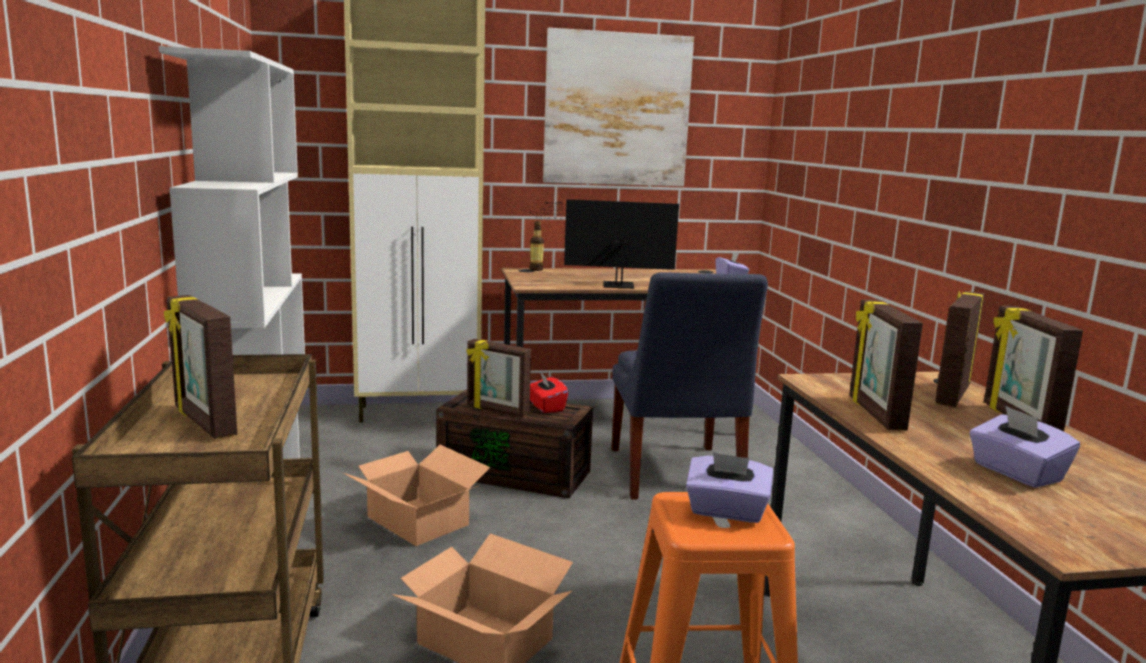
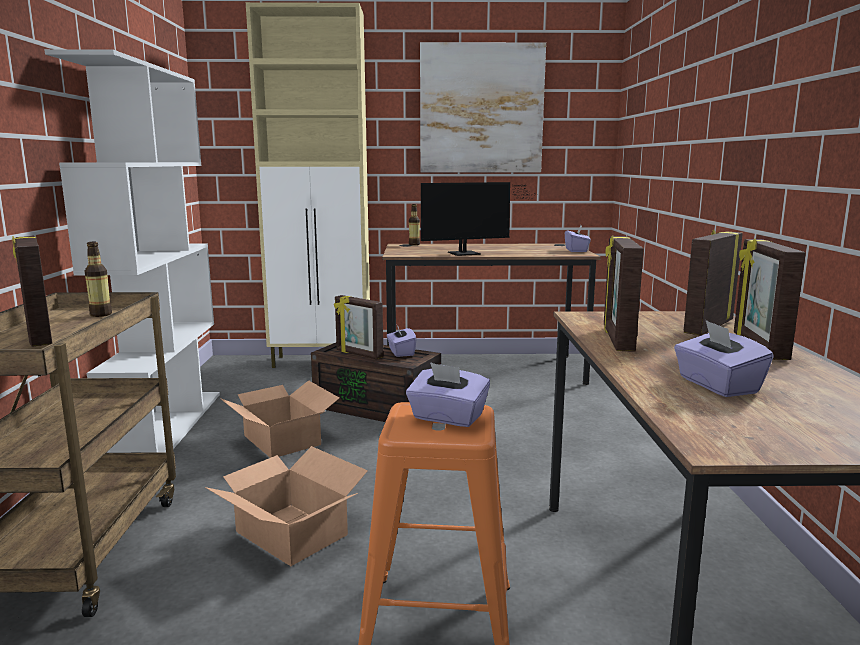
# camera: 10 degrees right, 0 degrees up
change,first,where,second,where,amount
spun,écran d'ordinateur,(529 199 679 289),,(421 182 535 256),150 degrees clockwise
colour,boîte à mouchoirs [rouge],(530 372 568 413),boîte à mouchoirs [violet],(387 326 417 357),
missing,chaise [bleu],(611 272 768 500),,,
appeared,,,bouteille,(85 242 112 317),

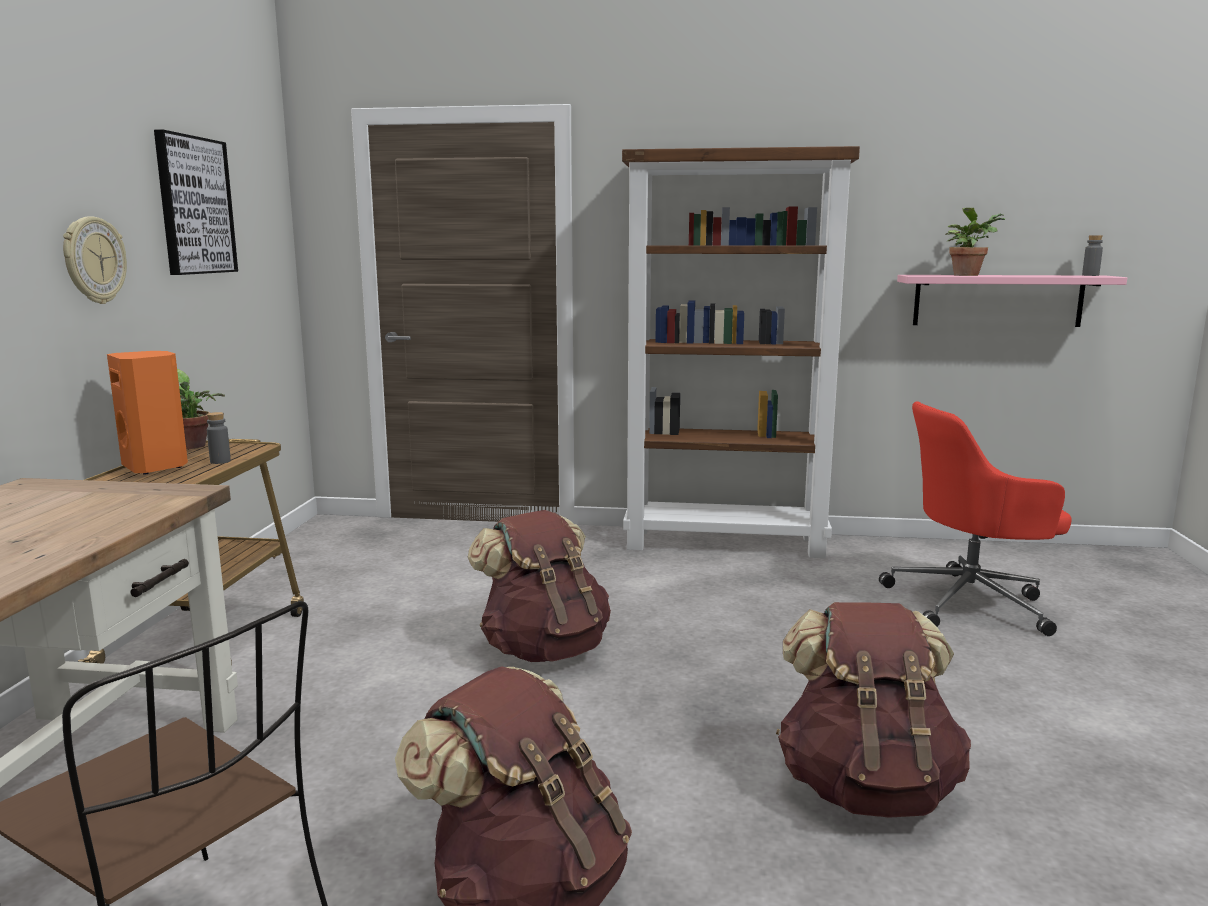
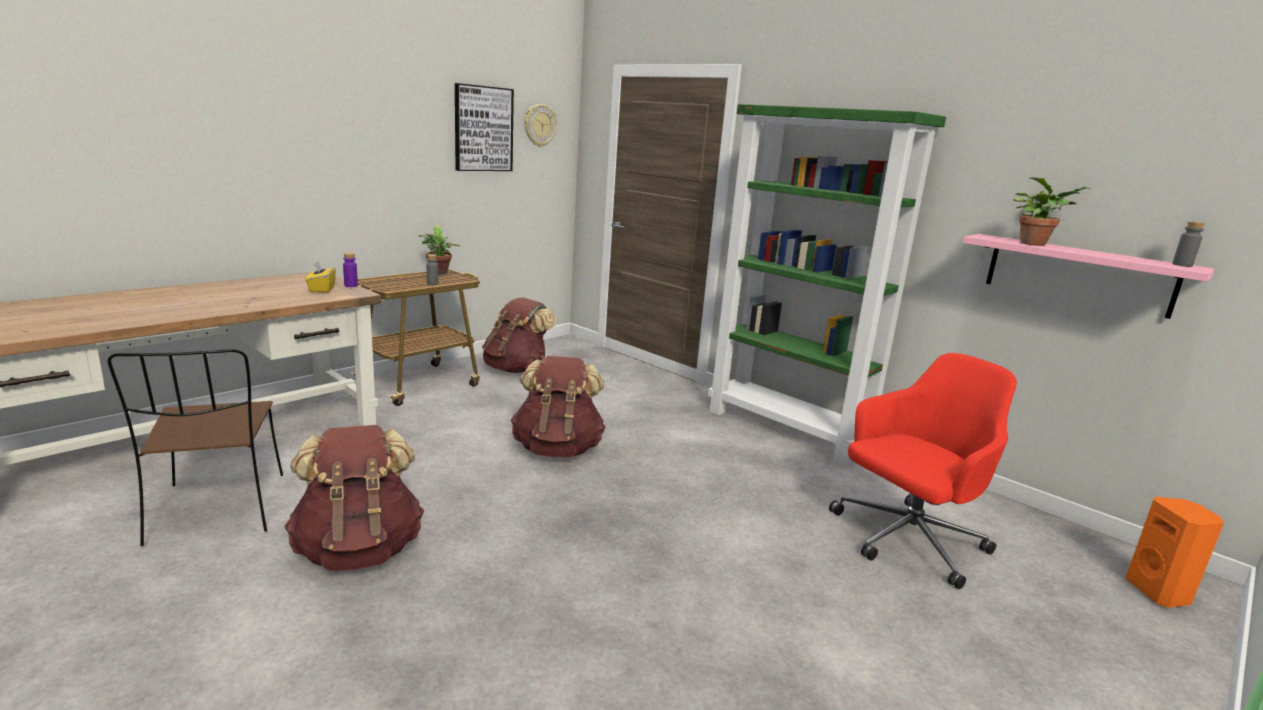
# camera: 35 degrees right, 5 degrees up
change,first,where,second,where,amount
relocated,horloge murale,(63 217 127 304),,(524 104 557 147),
relocated,enceinte [orange],(107 351 188 475),,(1126 497 1224 608),
colour,bibliothèque [marron],(622 146 860 558),bibliothèque [vert],(708 104 946 466),
relocated,sac à dos [marron],(776 602 971 818),,(482 297 557 373),
spun,chaise de bureau [rouge],(879 401 1072 636),,(829 353 1017 589),120 degrees clockwise
appeared,,,boîte à mouchoirs [jaune],(305 261 336 293),
appeared,,,bouteille [violet],(343 253 358 287),

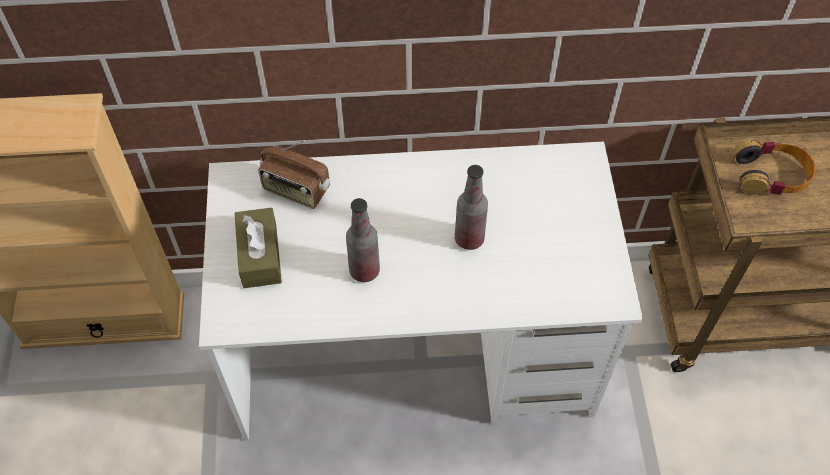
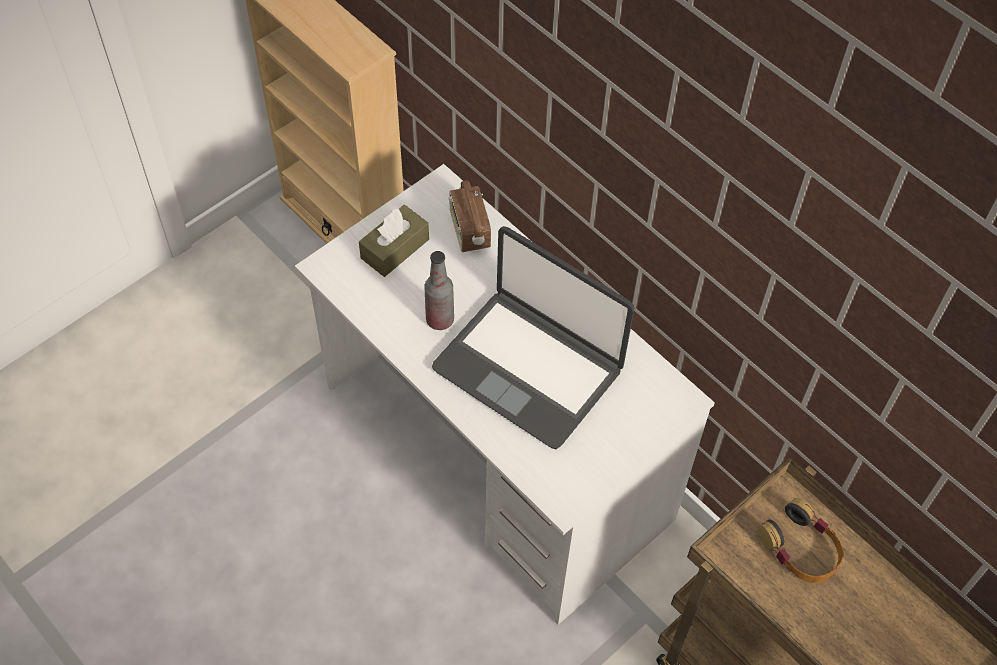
# camera: 50 degrees right, 0 degrees up
change,first,where,second,where,amount
exchanged,bouteille,(455 165 488 250),ordinateur portable,(432 226 635 449),

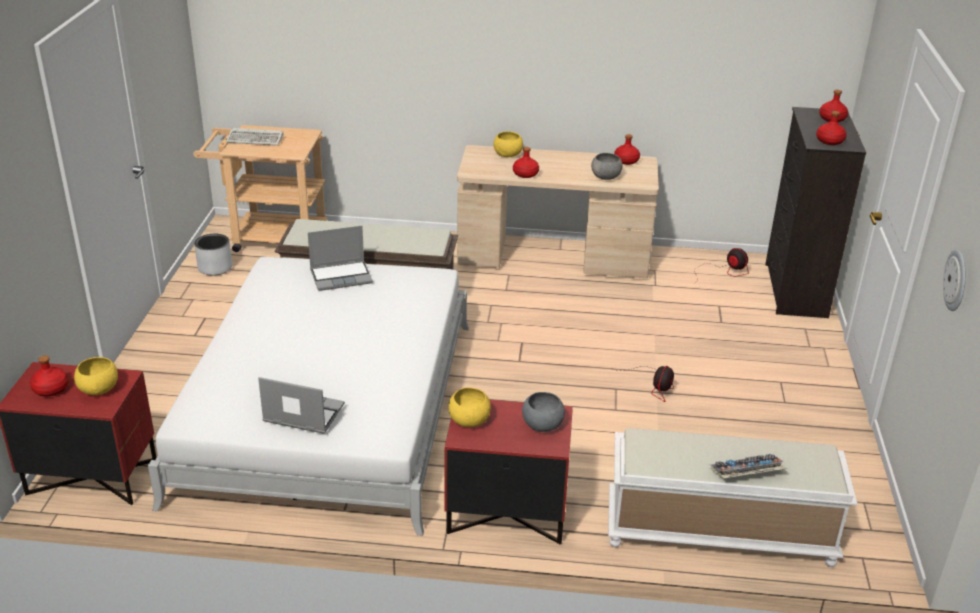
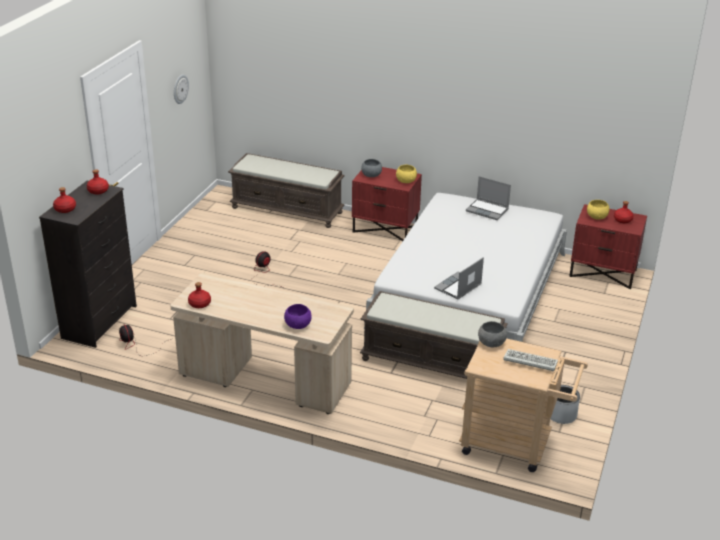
# camera: 165 degrees left, 0 degrees up
change,first,where,second,where,amount
spun,ordinateur portable,(308 226 373 291),,(434 257 484 300),45 degrees counterclockwise
colour,bol [jaune],(493 131 523 157),bol [violet],(284 304 312 329),
missing,bouteille [rouge],(513 147 539 178),,,
relocated,bol [gris],(591 153 623 180),,(478 321 507 348),
colour,banc [blanc],(608 428 858 567),banc [marron],(228 153 345 228),
missing,clavier,(710 454 788 478),,,

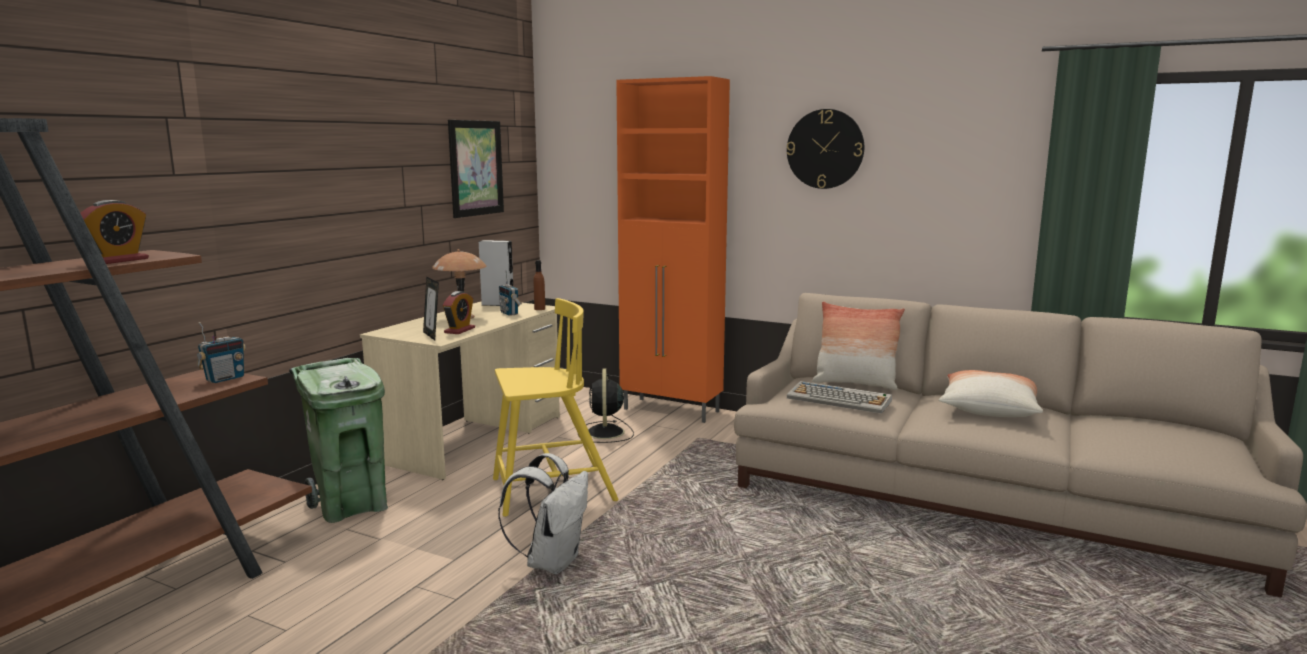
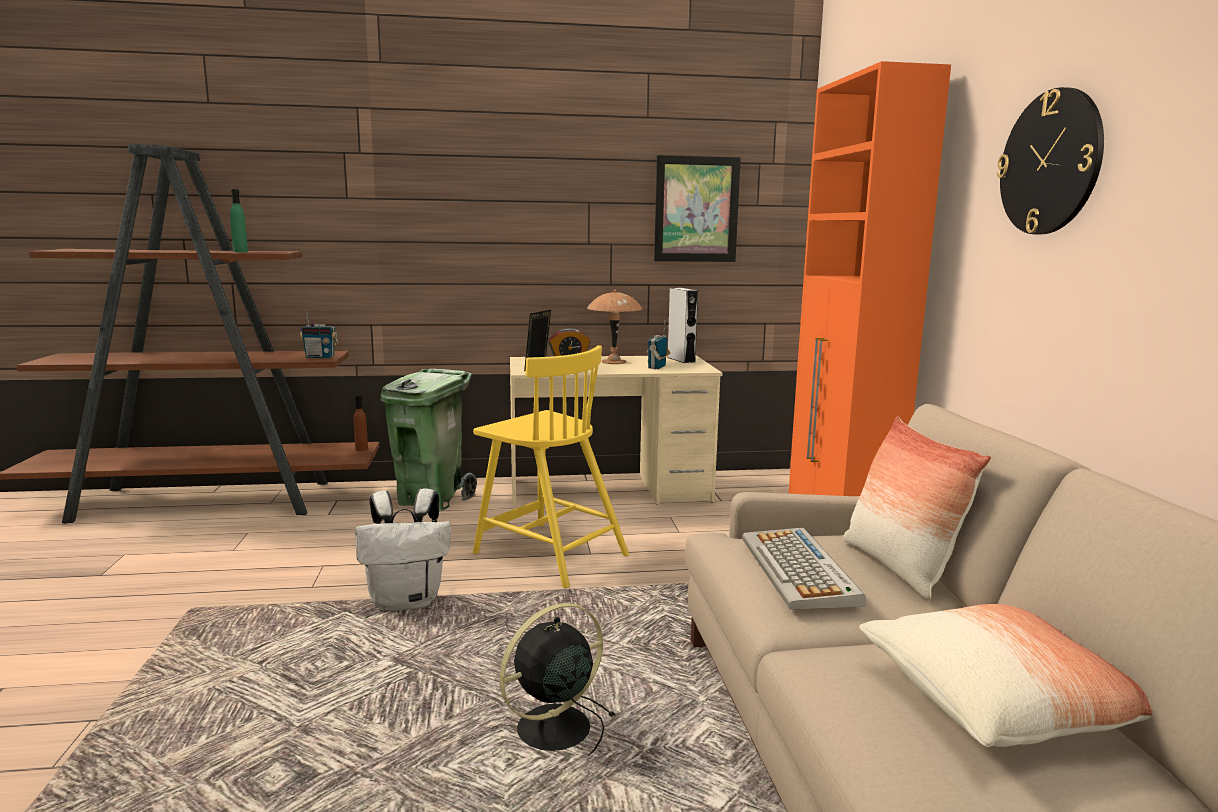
# camera: 55 degrees right, 0 degrees up
change,first,where,second,where,amount
exchanged,réveil,(80 200 149 264),bouteille [vert],(230 189 248 252),
relocated,bouteille [marron],(534 260 545 310),,(354 396 368 451),
relocated,ventilateur [noir],(578 369 634 443),,(499 603 616 756),

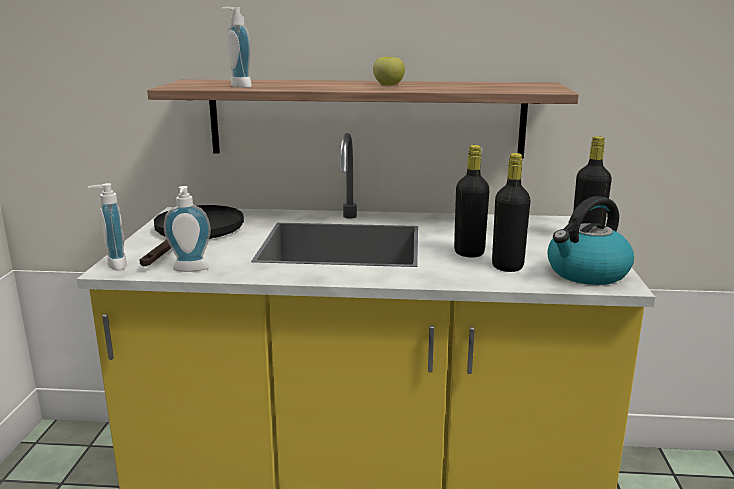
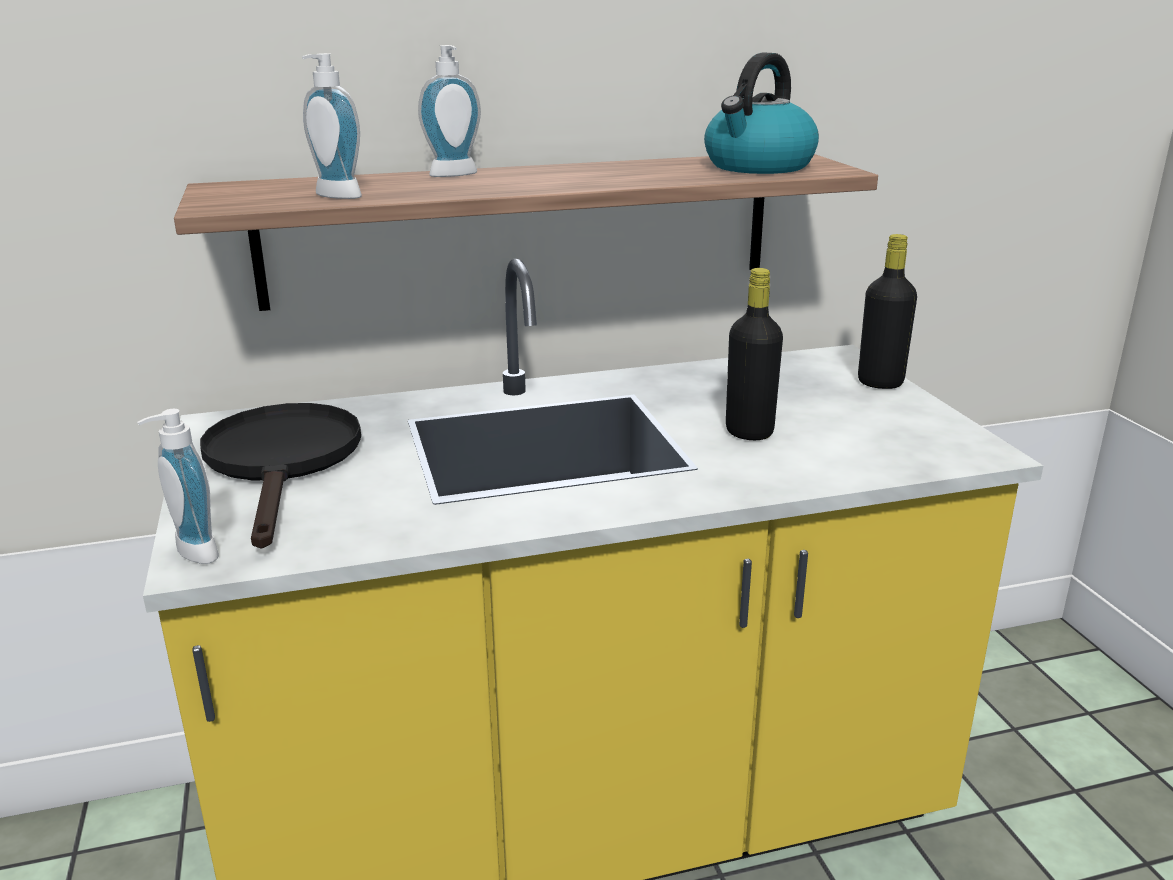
# camera: 20 degrees left, 5 degrees up
change,first,where,second,where,amount
relocated,distributeur de savon,(164 186 211 272),,(418 45 481 177),
missing,pomme,(373 57 405 85),,,
missing,bouteille [noir],(492 153 531 272),,,
relocated,bouilloire,(547 196 634 285),,(704 52 819 174),

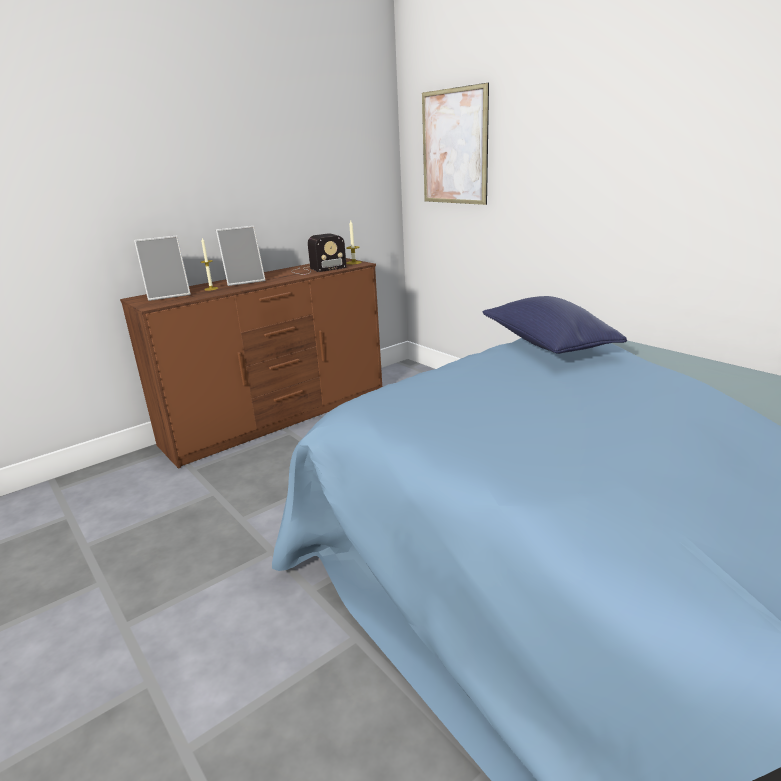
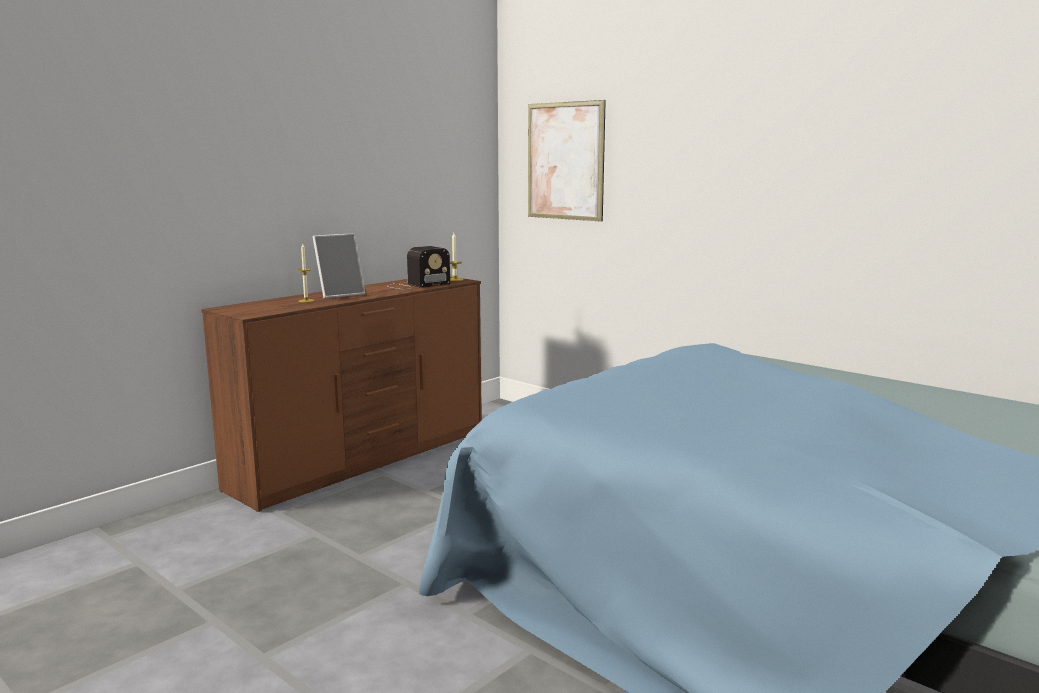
# camera: 10 degrees left, 10 degrees down
change,first,where,second,where,amount
missing,cadre photo,(134 235 191 301),,,
missing,coussin [bleu],(483 296 627 354),,,

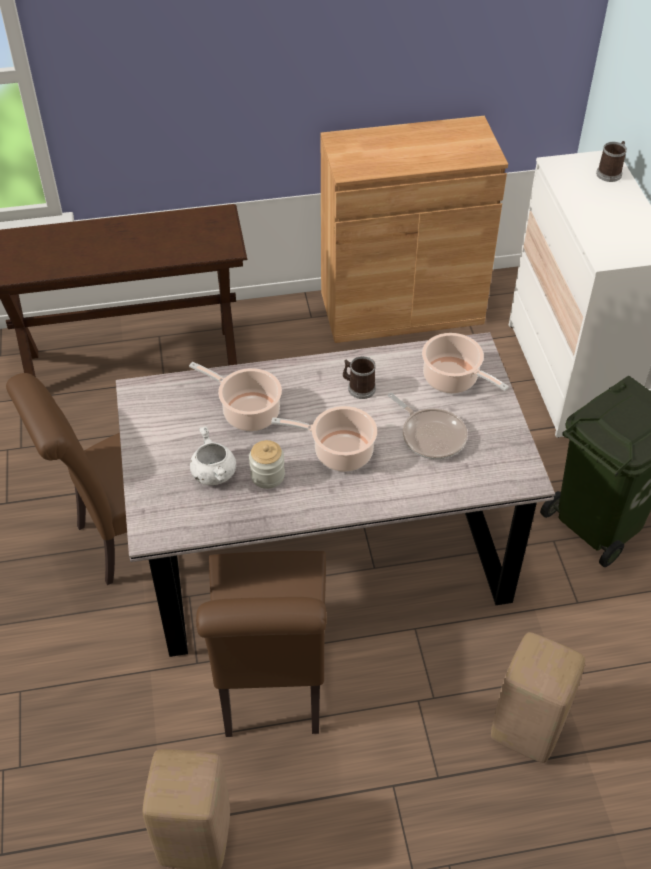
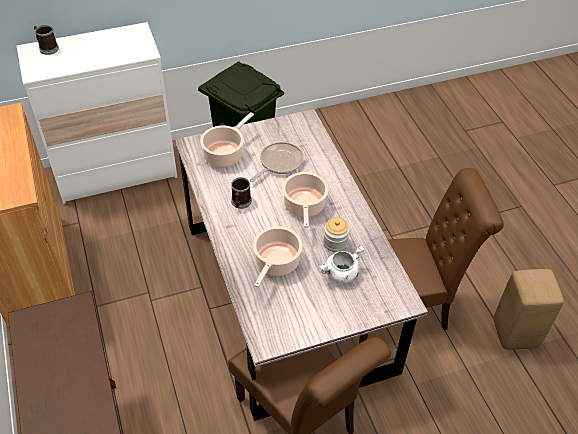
# camera: 100 degrees left, 0 degrees up
change,first,where,second,where,amount
missing,tabouret [beige],(491 632 585 763),,,

